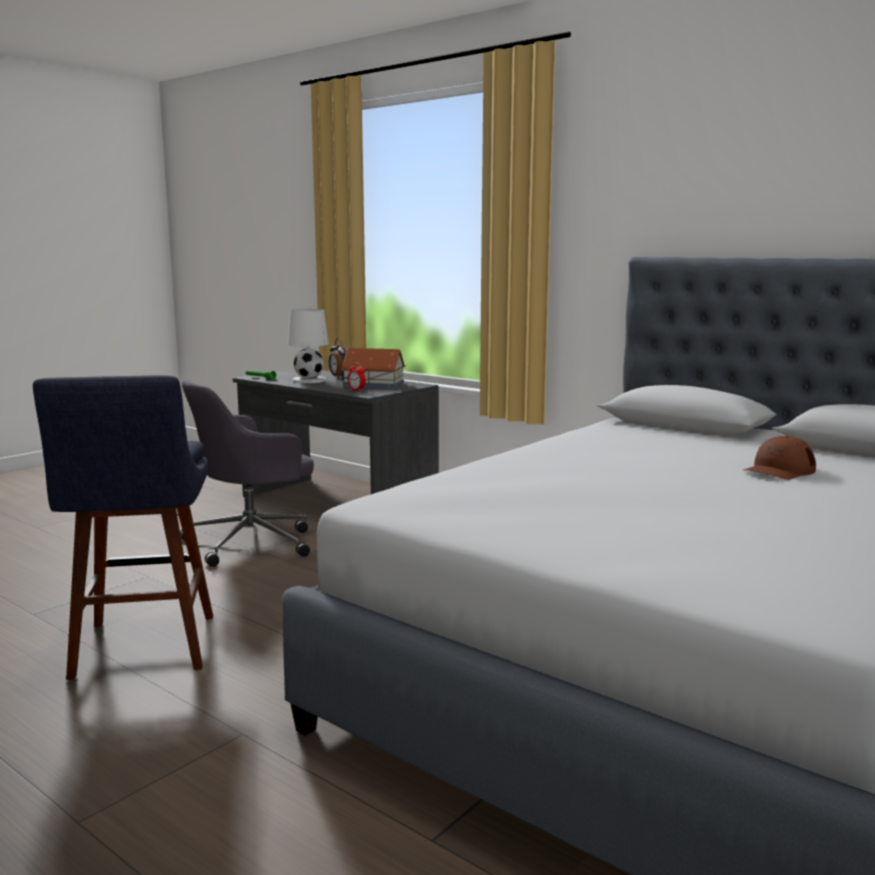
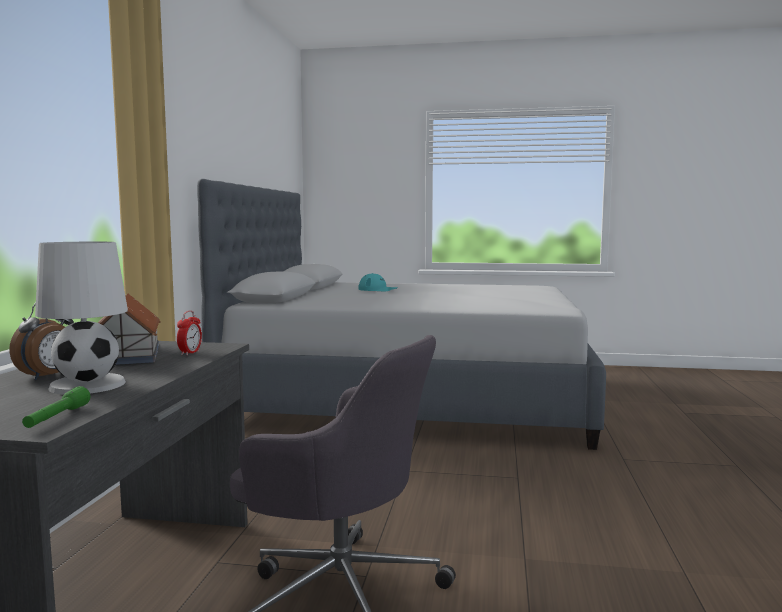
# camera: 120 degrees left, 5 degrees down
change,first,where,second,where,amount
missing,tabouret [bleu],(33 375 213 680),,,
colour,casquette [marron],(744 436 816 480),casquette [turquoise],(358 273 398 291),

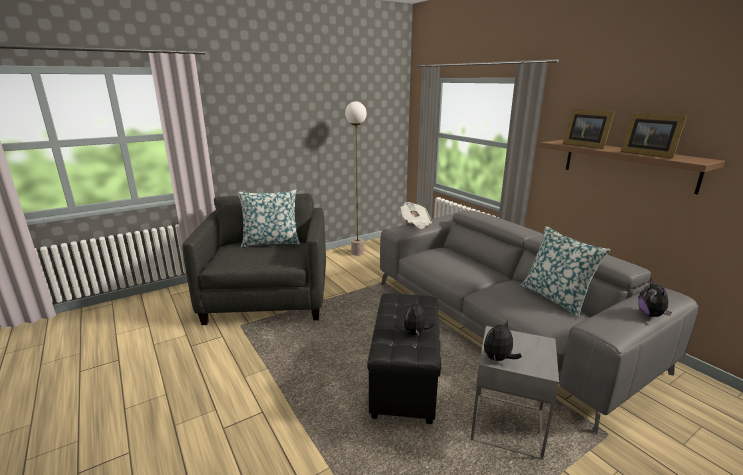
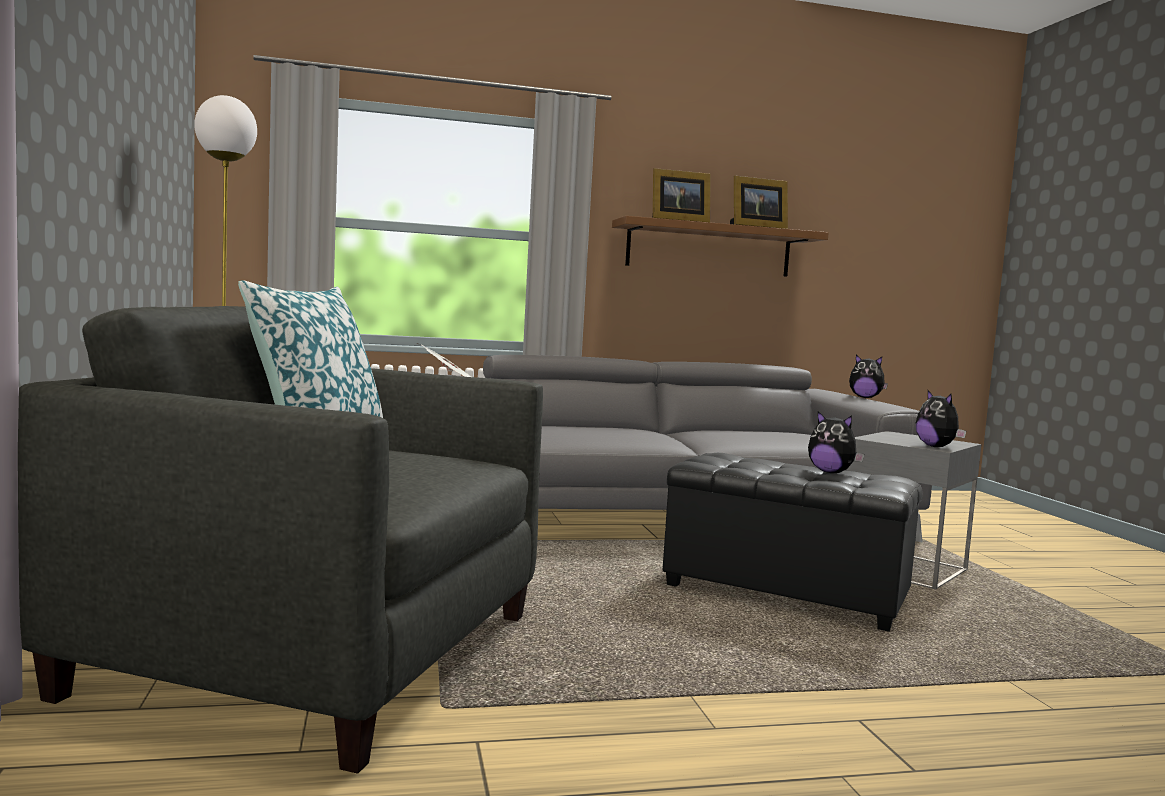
# camera: 70 degrees left, 15 degrees down
change,first,where,second,where,amount
missing,coussin,(520 226 610 318),,,

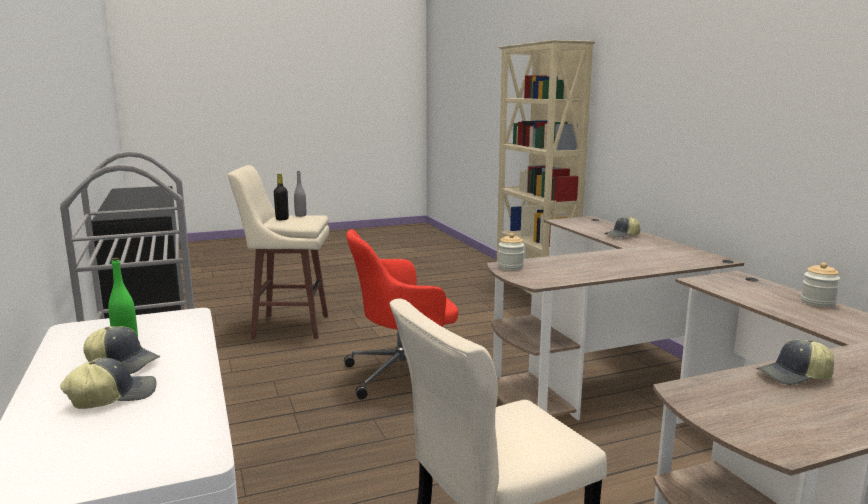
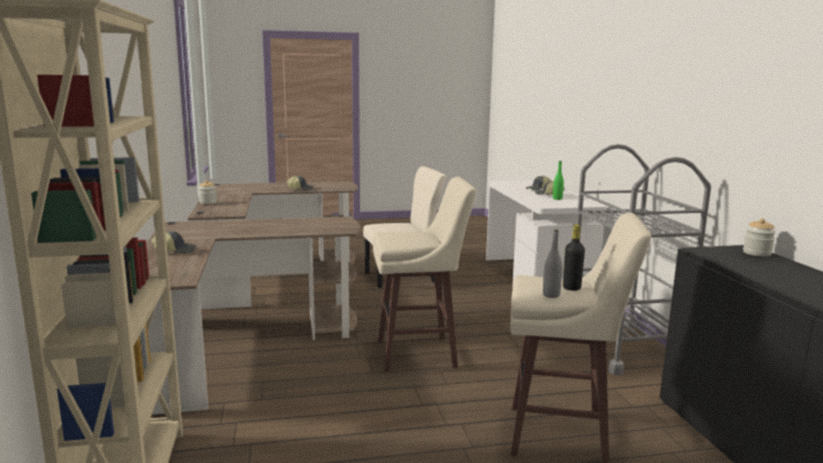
# camera: 170 degrees left, 0 degrees up
change,first,where,second,where,amount
exchanged,chaise de bureau [rouge],(344 229 458 399),tabouret [beige],(373 177 476 372),
relocated,bocal,(498 233 524 270),,(743 218 776 257),

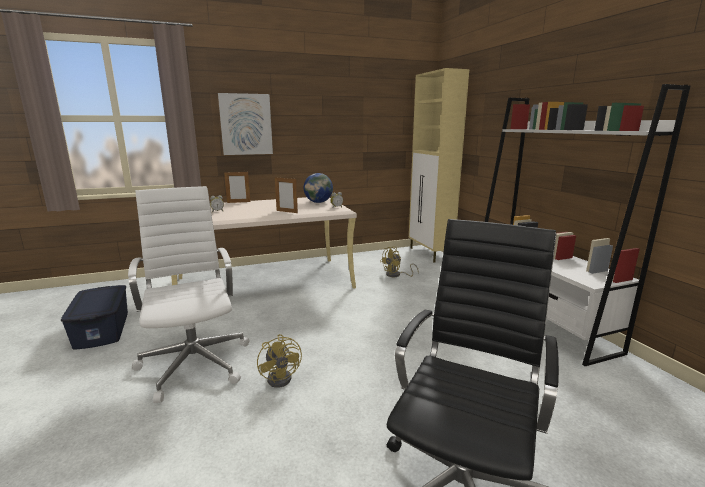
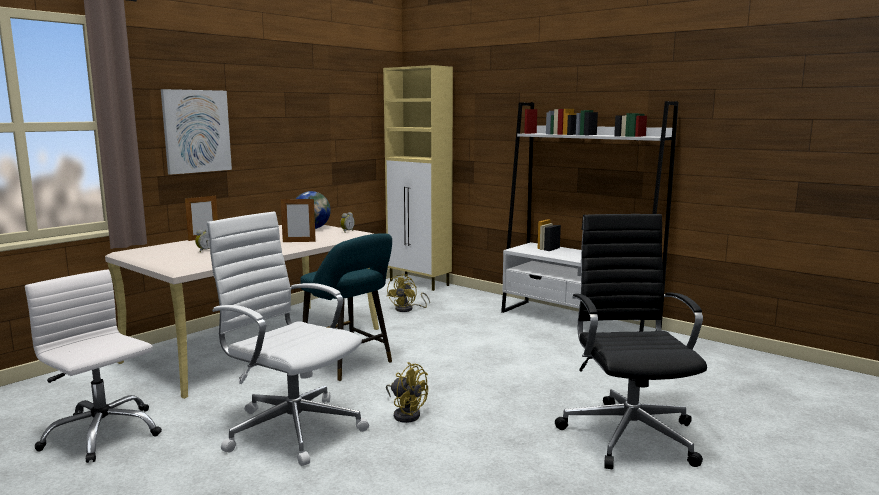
# camera: 30 degrees left, 5 degrees down
change,first,where,second,where,amount
exchanged,boîte de rangement [bleu],(61 285 128 350),chaise de bureau [blanc],(25 270 162 463),
appeared,,,tabouret [turquoise],(300 233 392 381),

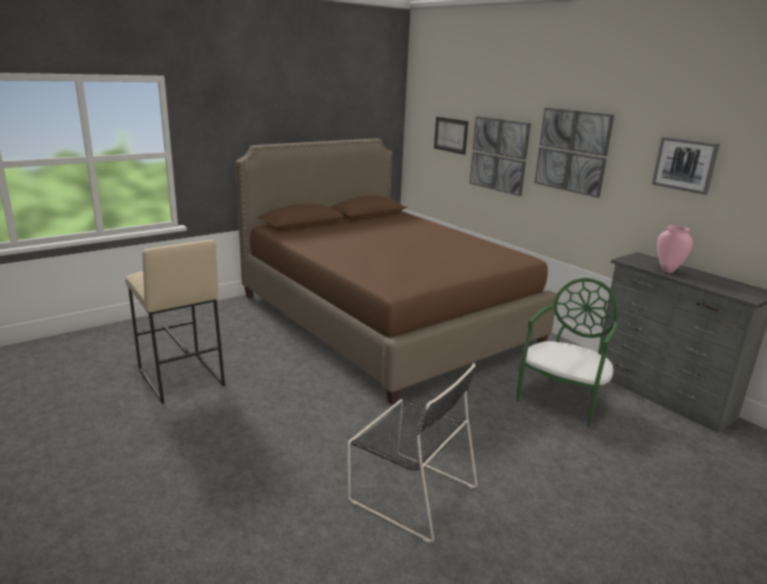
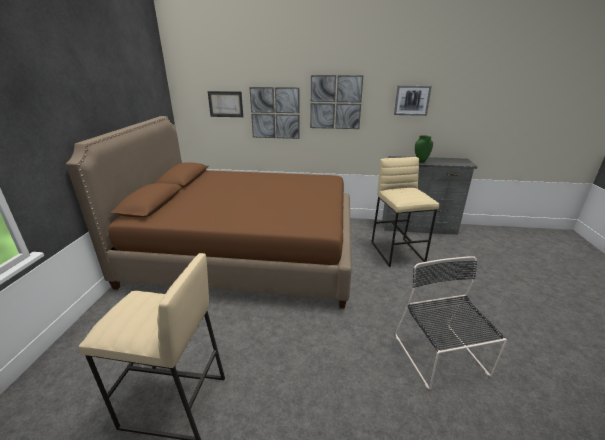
# camera: 45 degrees left, 5 degrees up
change,first,where,second,where,amount
spun,chaise [noir],(348 363 477 543),,(395 256 507 390),90 degrees counterclockwise
exchanged,chaise [vert],(516 278 619 427),tabouret [beige],(371 157 439 267),
colour,vase [rose],(657 225 693 273),vase [vert],(415 135 433 163),

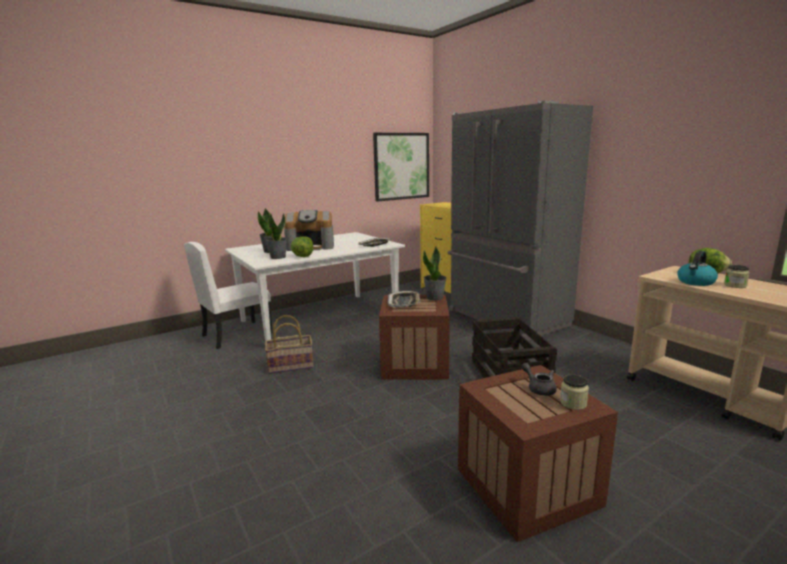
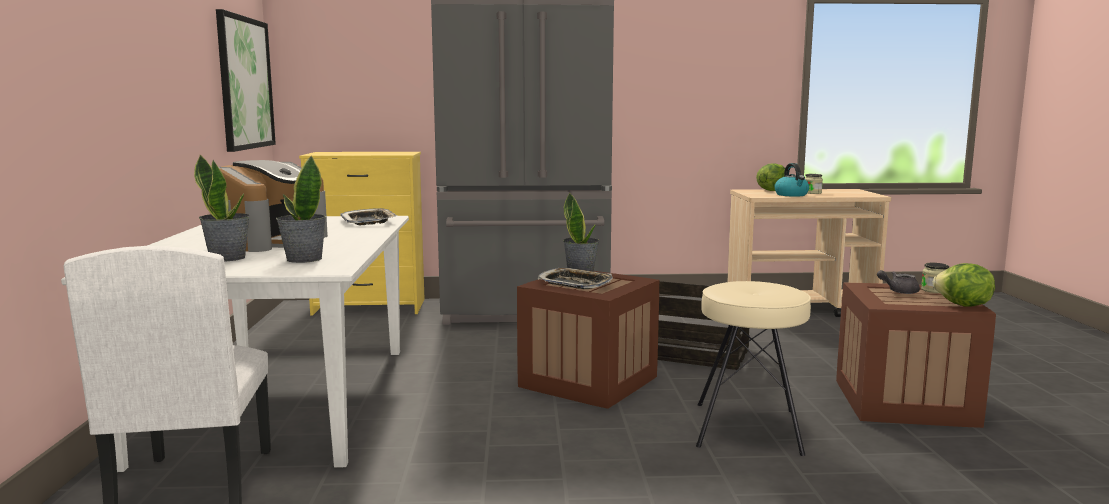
# camera: 60 degrees left, 5 degrees down
change,first,where,second,where,amount
missing,panier,(265 315 314 374),,,
relocated,laitue,(291 236 313 257),,(933 263 995 307),
appeared,,,tabouret [beige],(696 281 811 456),

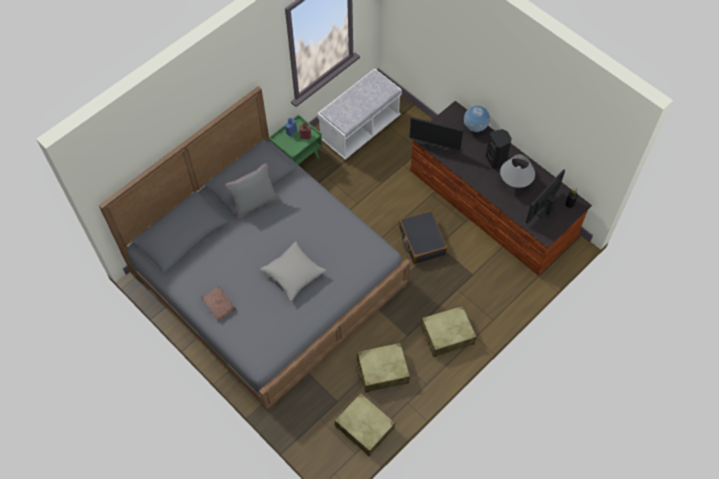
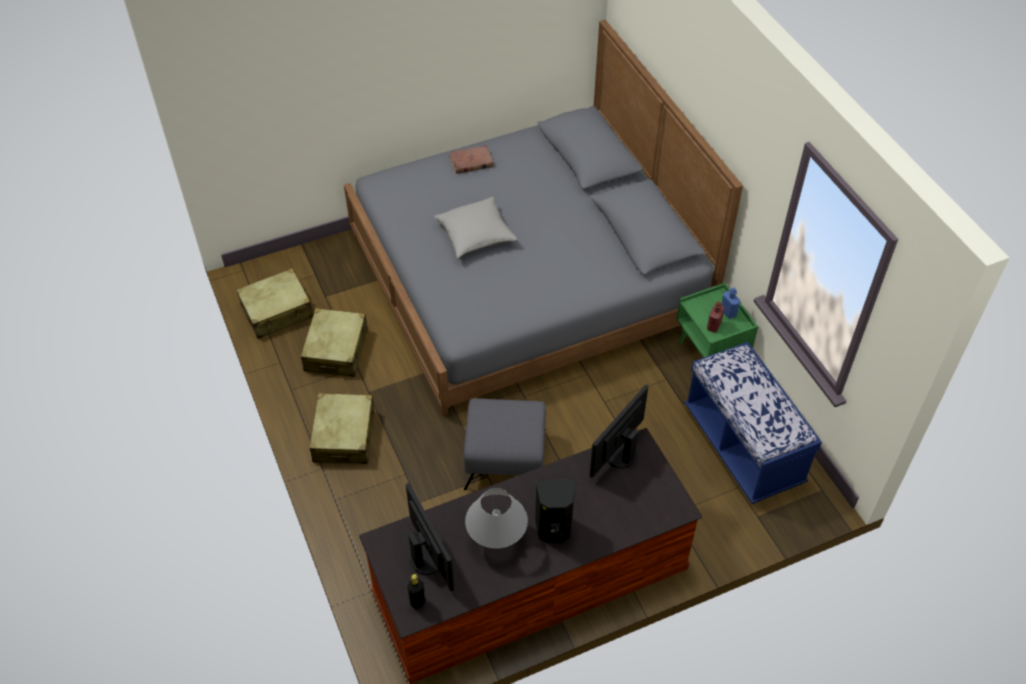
# camera: 110 degrees right, 10 degrees down
change,first,where,second,where,amount
missing,coussin [gris],(225 164 279 220),,,
colour,banc [blanc],(317 69 402 160),banc [bleu],(685 342 822 504),
exchanged,valise [noir],(399 210 447 264),pouf [gris],(464 398 546 490),
missing,globe,(464 106 490 132),,,

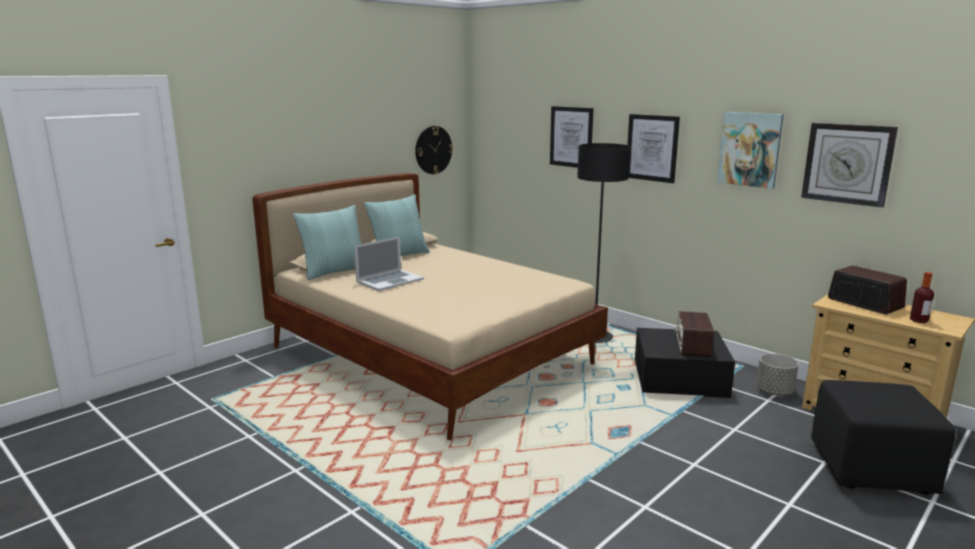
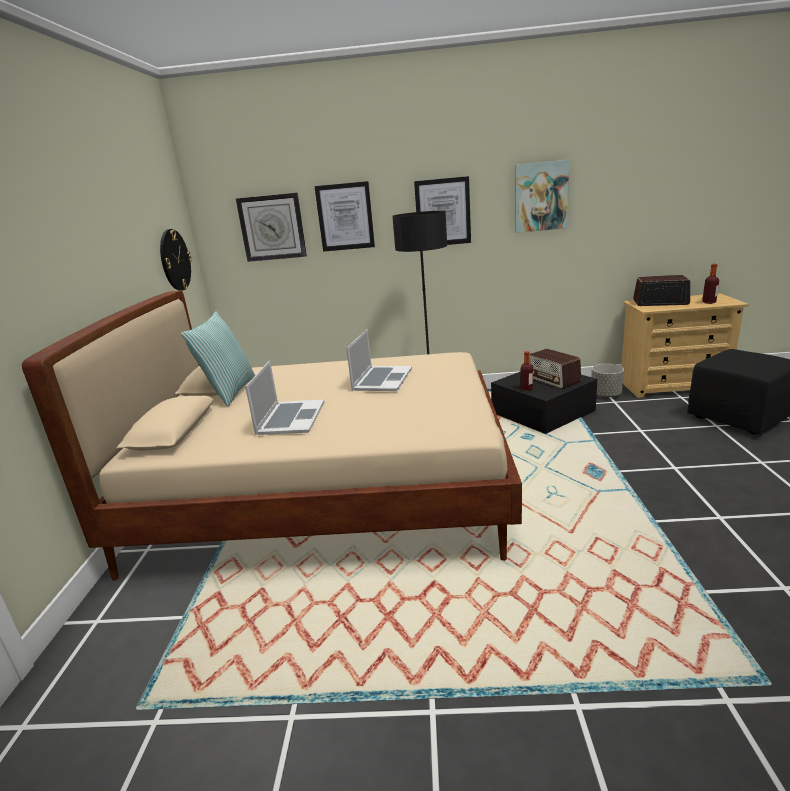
# camera: 40 degrees left, 5 degrees up
change,first,where,second,where,amount
missing,coussin,(293 205 361 280),,,
relocated,horloge murale,(801 123 898 208),,(236 193 307 262),
appeared,,,ordinateur portable,(346 329 412 391),
appeared,,,bouteille,(520 351 533 391),

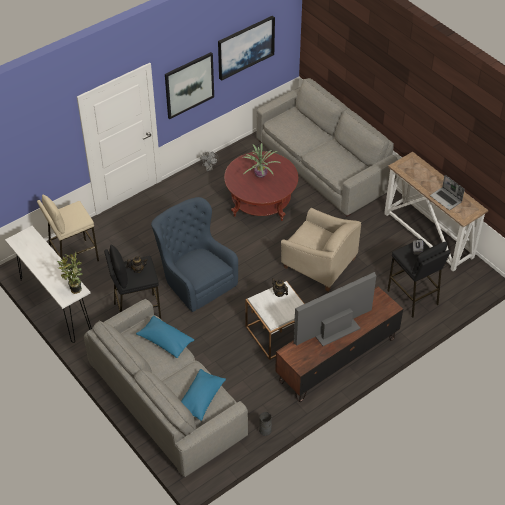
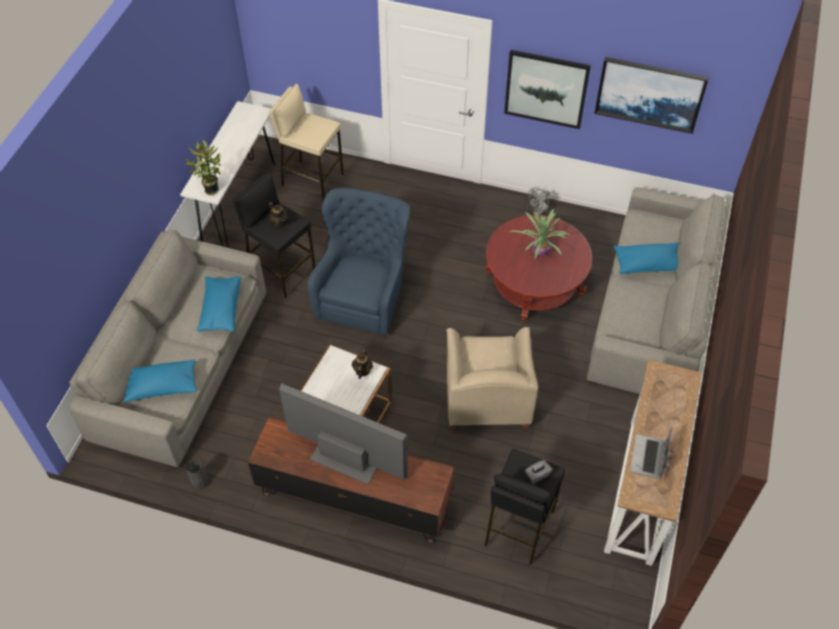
# camera: 55 degrees right, 5 degrees up
change,first,where,second,where,amount
appeared,,,coussin [bleu],(614 242 678 274),

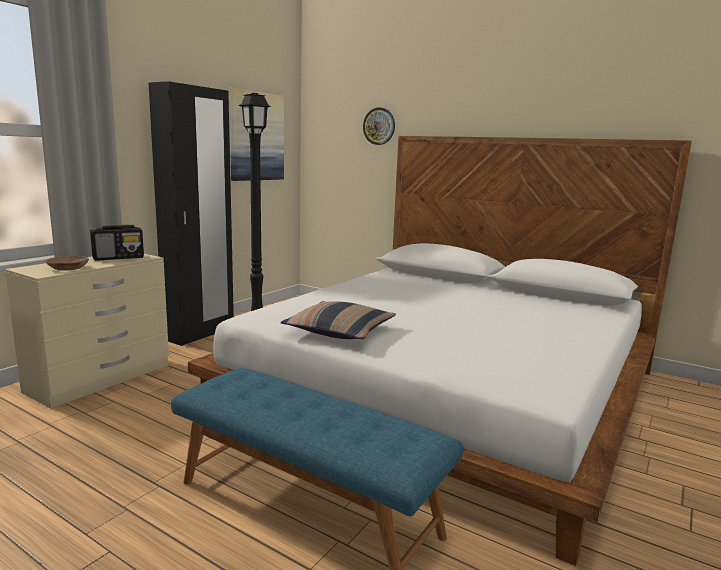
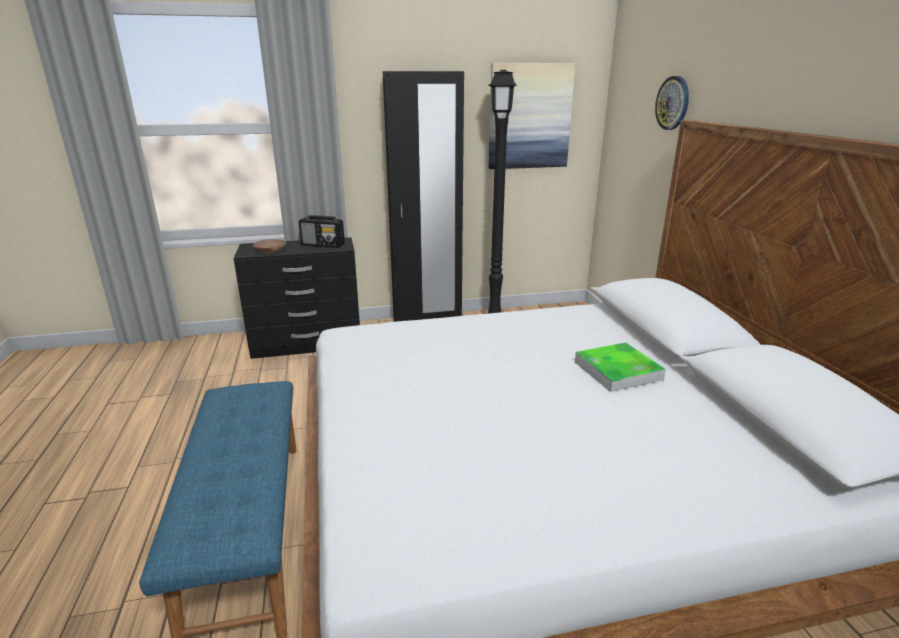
# camera: 45 degrees right, 10 degrees up
change,first,where,second,where,amount
colour,commode [beige],(5 254 169 408),commode [noir],(233 237 360 359),
missing,coussin,(280 301 396 339),,,
appeared,,,plateau,(575 343 666 392),

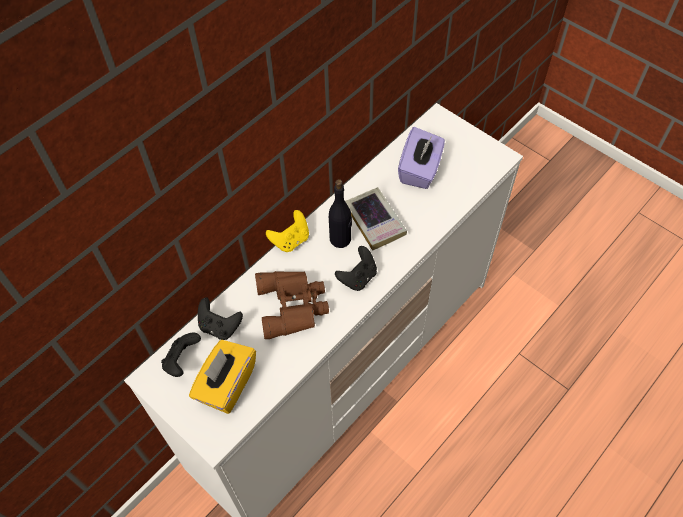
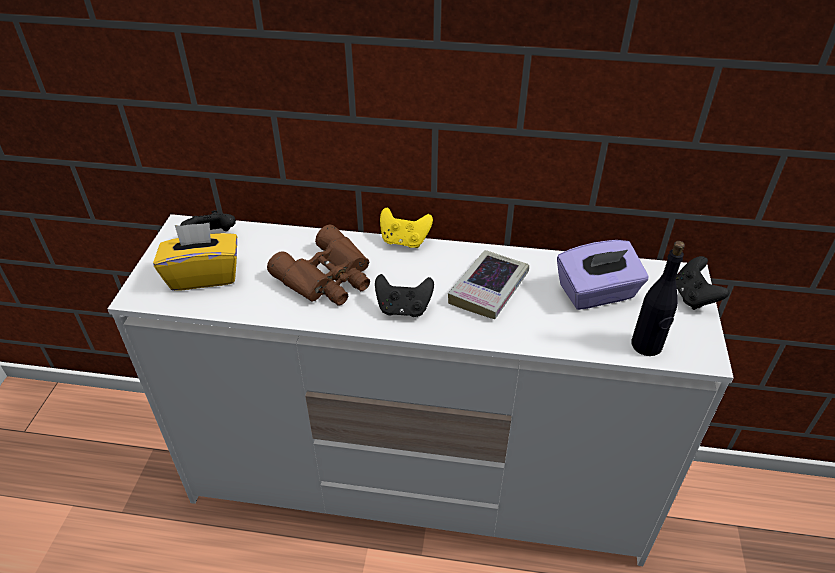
# camera: 55 degrees right, 15 degrees down
change,first,where,second,where,amount
relocated,manette [noir],(198 297 243 340),,(676 256 730 310),
relocated,bouteille [noir],(329 179 352 248),,(631 241 685 356),

